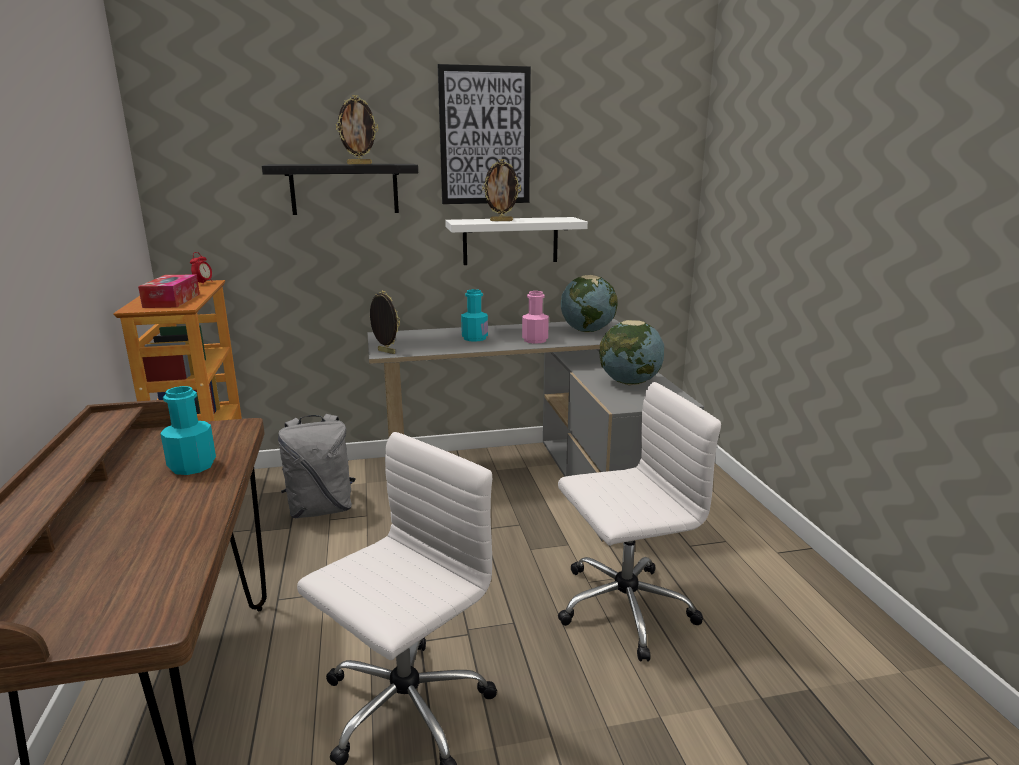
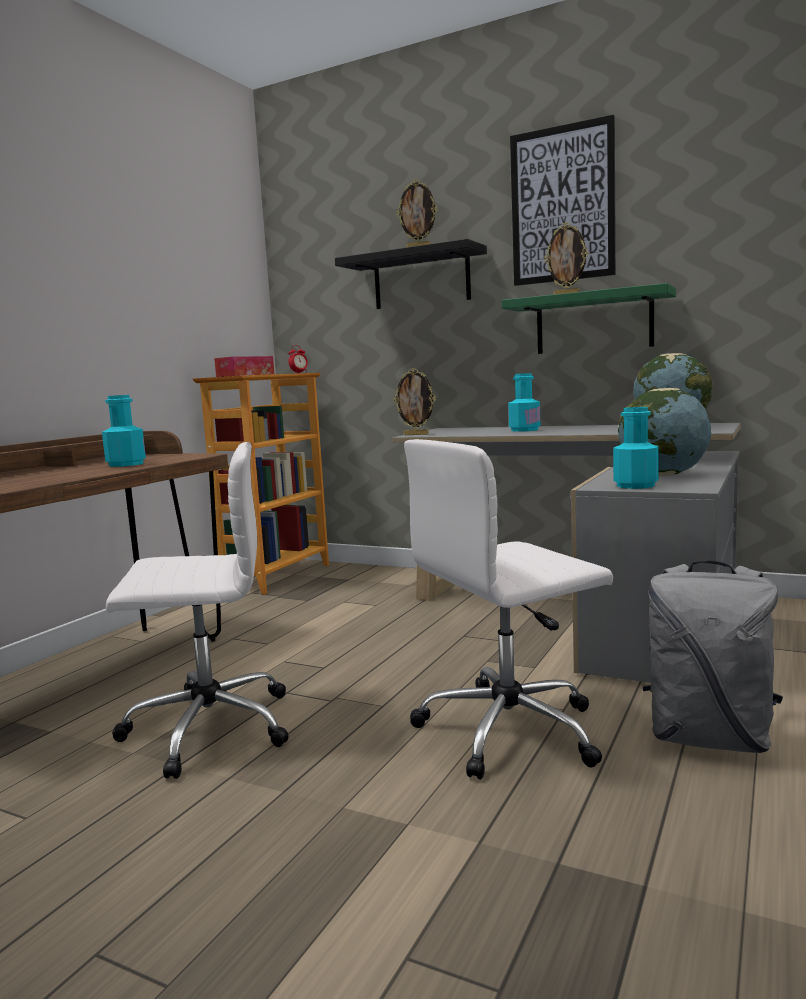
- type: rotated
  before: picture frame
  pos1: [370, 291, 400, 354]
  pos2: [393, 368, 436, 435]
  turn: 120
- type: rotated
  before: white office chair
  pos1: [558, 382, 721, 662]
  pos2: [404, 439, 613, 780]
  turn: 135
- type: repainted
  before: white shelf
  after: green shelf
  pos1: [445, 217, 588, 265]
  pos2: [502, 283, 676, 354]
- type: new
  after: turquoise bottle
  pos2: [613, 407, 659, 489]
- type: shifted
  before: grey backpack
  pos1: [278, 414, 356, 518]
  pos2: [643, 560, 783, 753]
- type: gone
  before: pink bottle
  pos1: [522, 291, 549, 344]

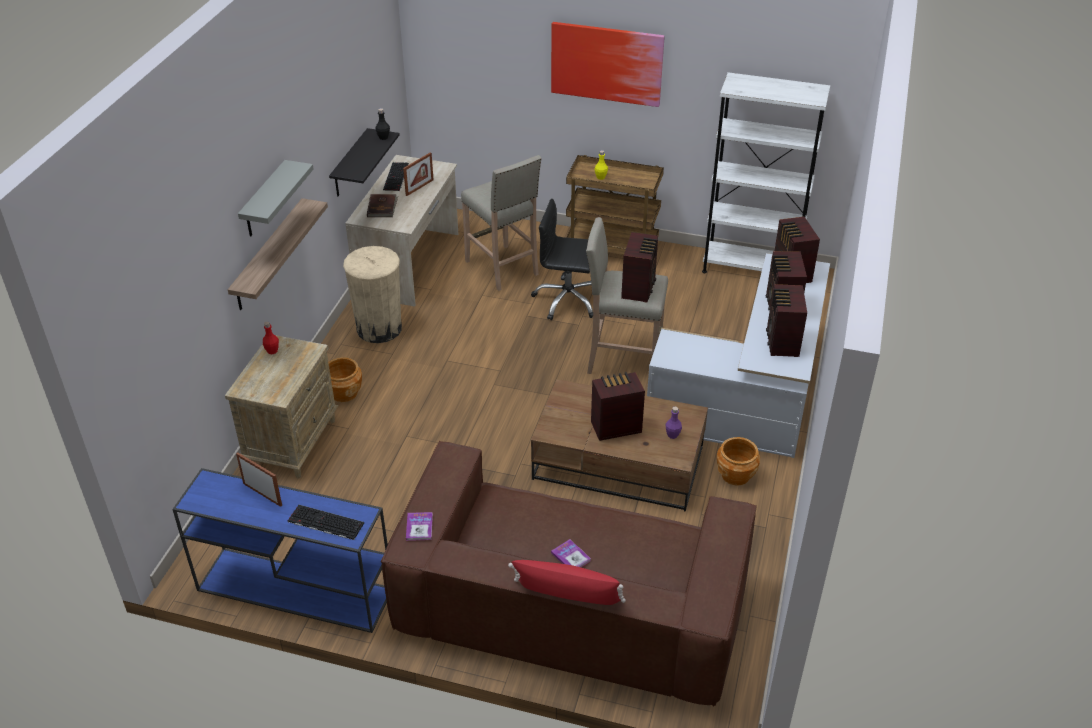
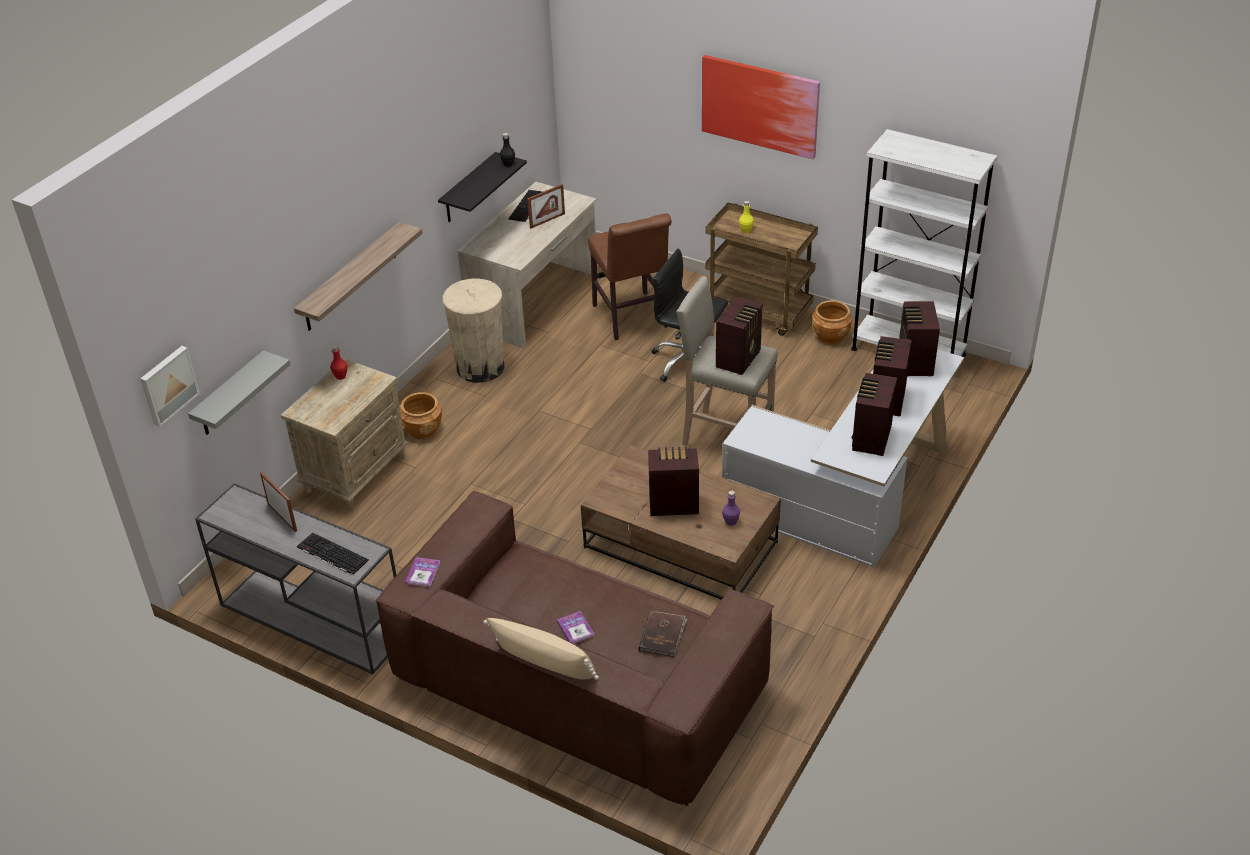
- type: new
  after: picture
  pos2: [140, 346, 200, 427]
- type: shifted
  before: grey shelf
  pos1: [238, 160, 314, 237]
  pos2: [188, 350, 290, 435]
- type: repainted
  before: blue console table
  after: grey console table
  pos1: [172, 468, 388, 633]
  pos2: [195, 483, 396, 674]
- type: repainted
  before: red pillow
  after: beige pillow
  pos1: [508, 560, 626, 605]
  pos2: [484, 618, 599, 680]
- type: swapped
  before: beige stool
  after: brown chair
  pos1: [461, 155, 542, 291]
  pos2: [588, 214, 671, 340]
- type: shifted
  before: brown book
  pos1: [367, 194, 398, 217]
  pos2: [639, 611, 687, 657]
- type: shifted
  before: brown planter
  pos1: [717, 437, 760, 486]
  pos2: [812, 300, 852, 345]

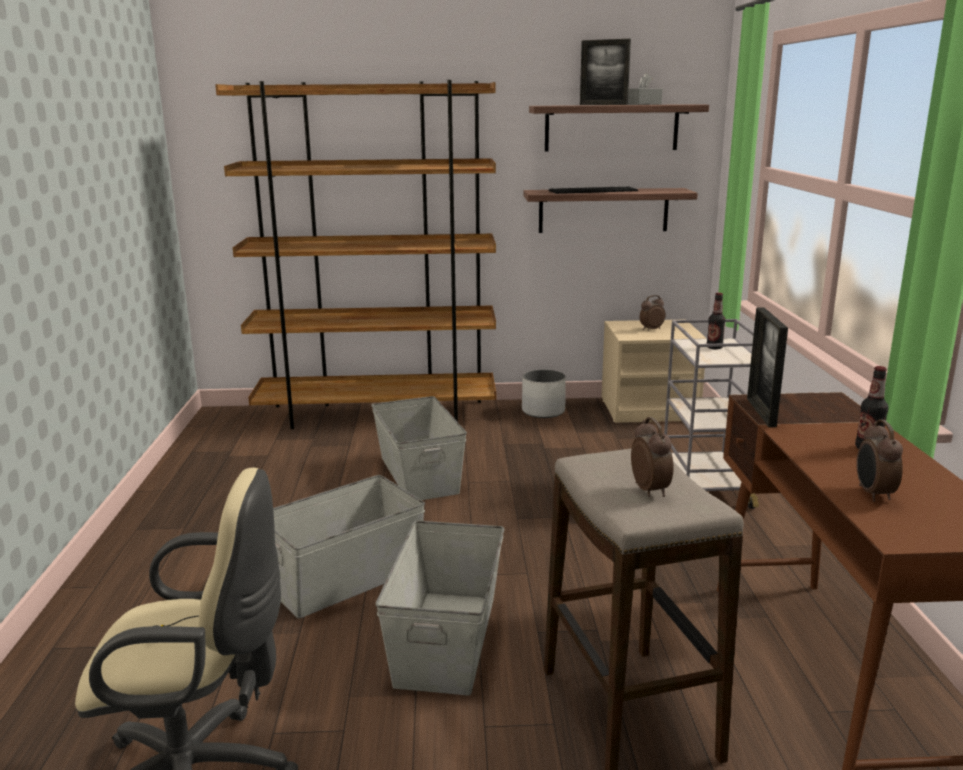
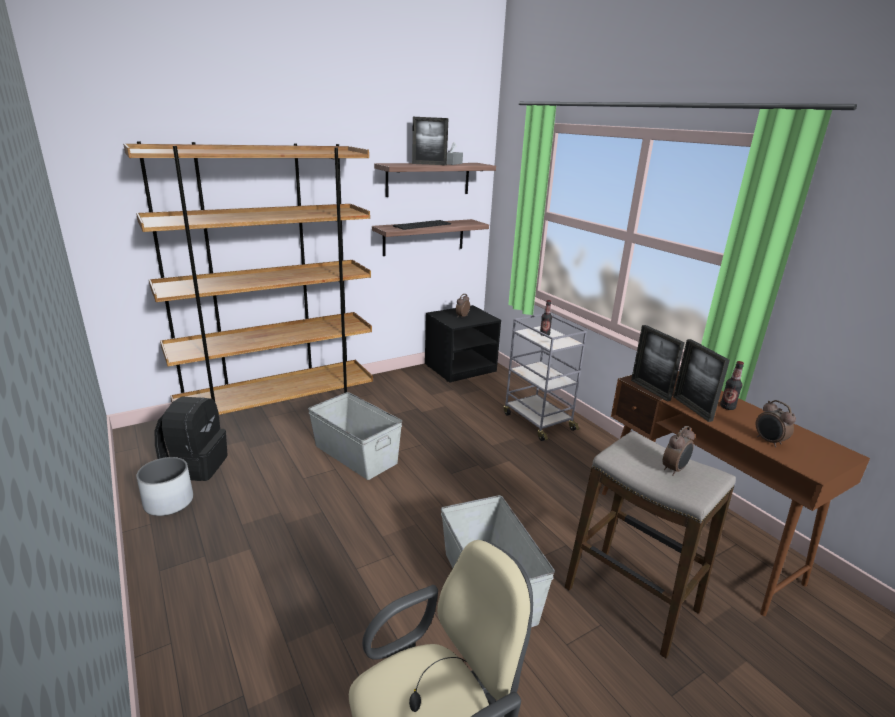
- type: shifted
  before: white planter
  pos1: [522, 369, 566, 418]
  pos2: [136, 457, 193, 516]
- type: new
  after: black backpack
  pos2: [154, 396, 228, 481]
- type: repainted
  before: beige nightstand
  after: black nightstand
  pos1: [602, 319, 707, 423]
  pos2: [425, 305, 501, 383]
- type: rotated
  before: alarm clock
  pos1: [631, 417, 674, 497]
  pos2: [663, 426, 695, 476]
  turn: 90
- type: new
  after: picture frame
  pos2: [673, 339, 730, 422]
- type: gone
  before: grey storage box
  pos1: [273, 475, 425, 618]

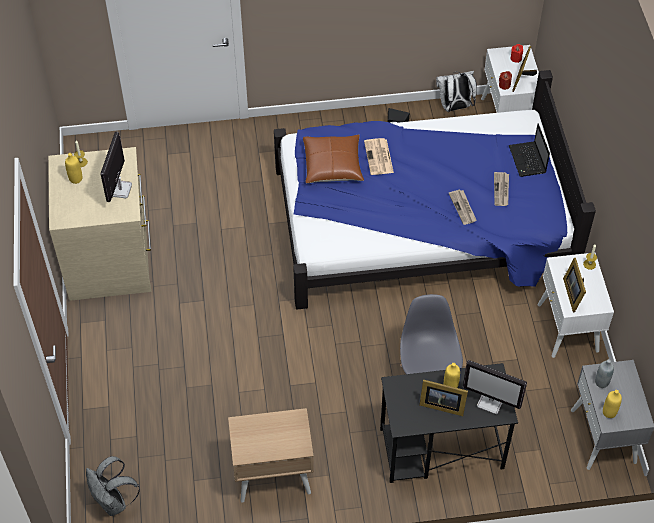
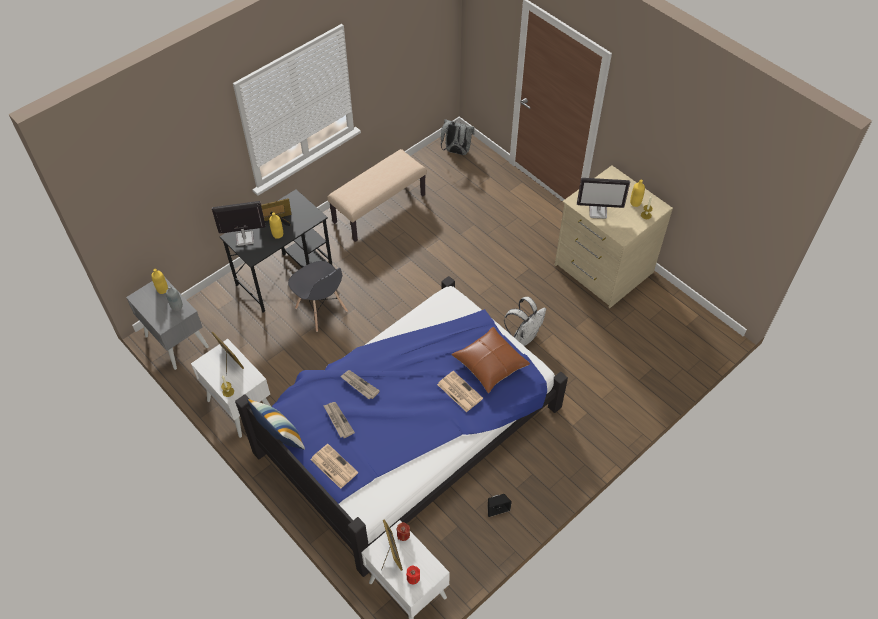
- type: new
  after: pillow
  pos2: [247, 399, 305, 450]
- type: swapped
  before: laptop
  after: newspaper
  pos1: [509, 123, 550, 177]
  pos2: [311, 444, 358, 489]
- type: swapped
  before: beige nightstand
  after: beige bench
  pos1: [228, 408, 314, 503]
  pos2: [327, 149, 427, 242]
- type: shifted
  before: white backpack
  pos1: [436, 71, 477, 112]
  pos2: [504, 297, 546, 346]
- type: rotated
  before: monitor
  pos1: [100, 132, 132, 202]
  pos2: [577, 178, 630, 219]
  turn: 120

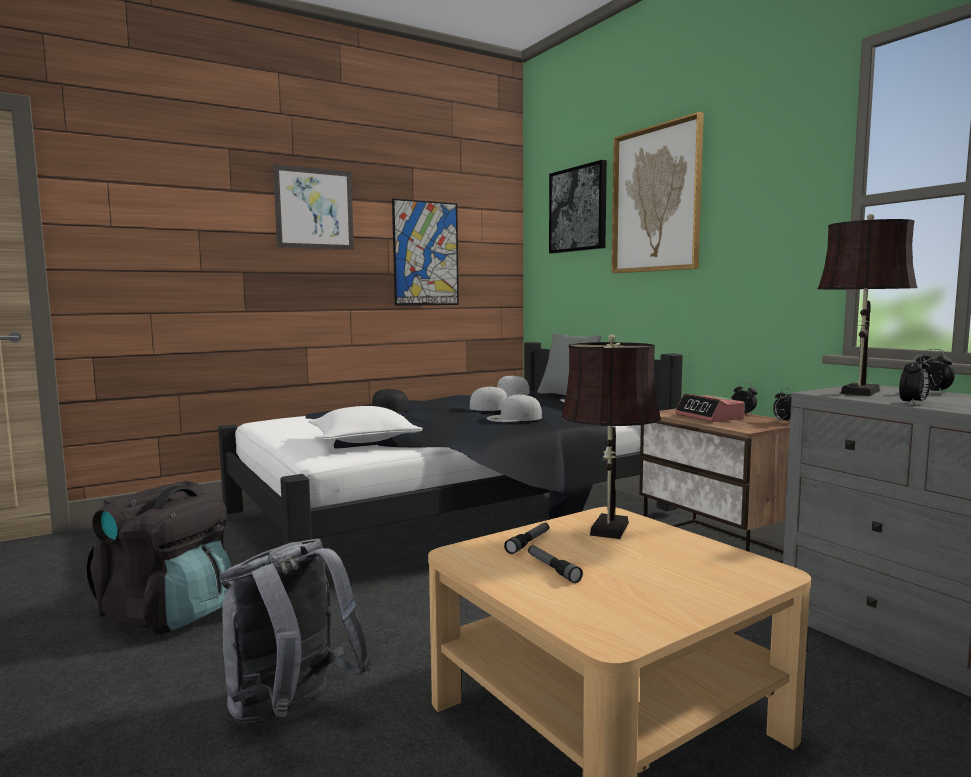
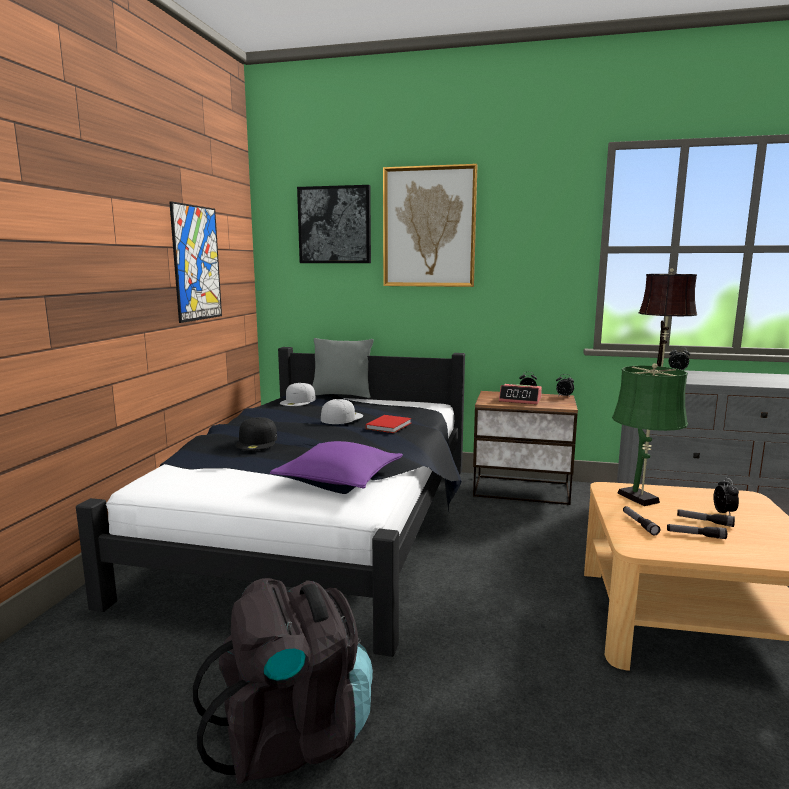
- type: repainted
  before: white pillow
  after: purple pillow
  pos1: [308, 406, 423, 443]
  pos2: [270, 441, 403, 489]
- type: swapped
  before: white cap
  after: red book
  pos1: [487, 394, 542, 422]
  pos2: [366, 415, 411, 433]
- type: repainted
  before: brown table lamp
  after: green table lamp
  pos1: [561, 334, 661, 539]
  pos2: [612, 363, 688, 506]
- type: new
  after: flashlight
  pos2: [677, 509, 735, 527]
- type: shifted
  before: alarm clock
  pos1: [899, 355, 930, 405]
  pos2: [713, 477, 739, 515]
- type: gone
  before: grey backpack
  pos1: [219, 539, 372, 726]
- type: gone
  before: picture
  pos1: [273, 164, 354, 250]

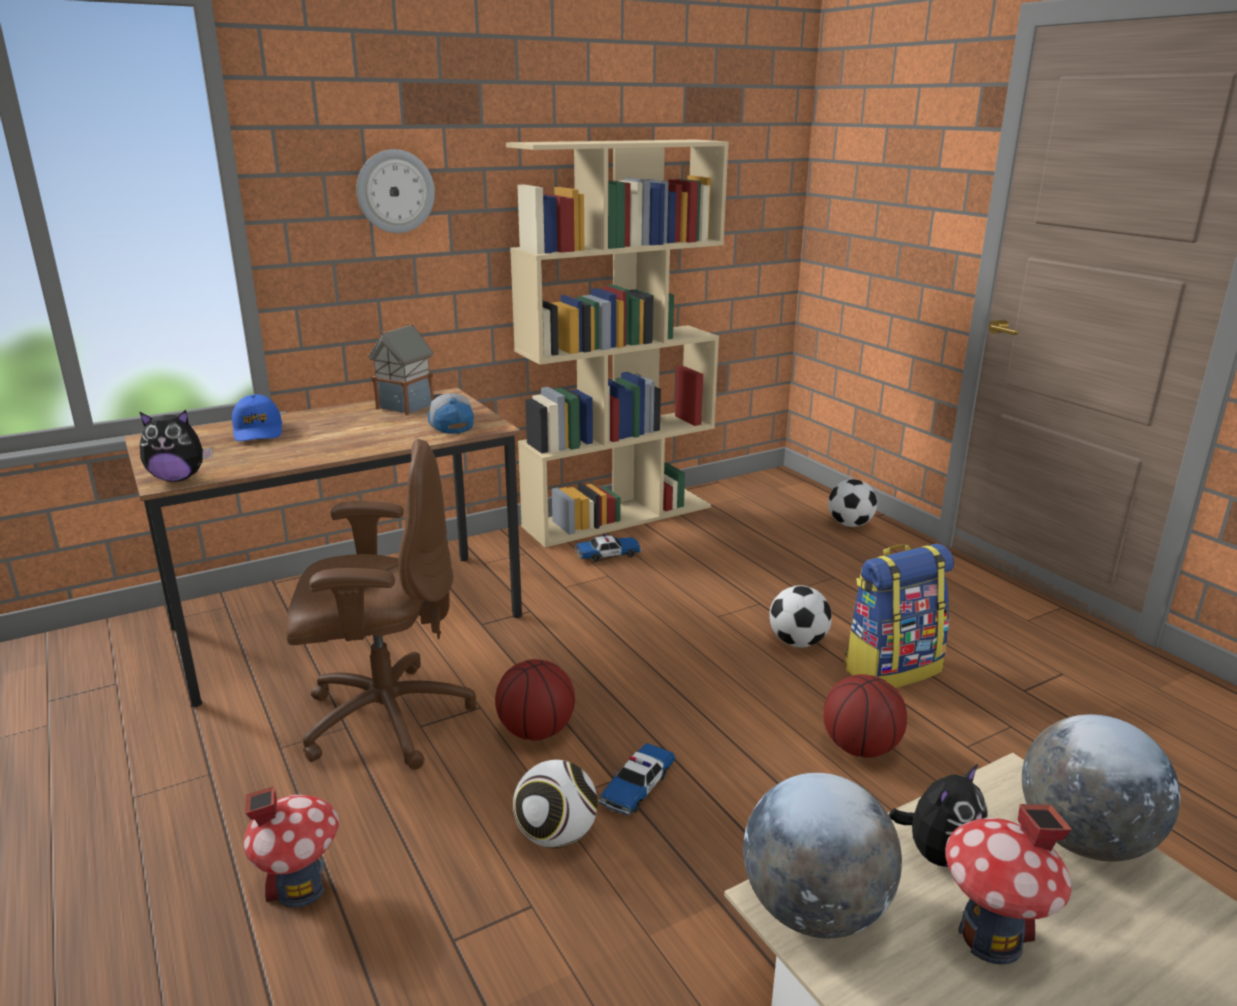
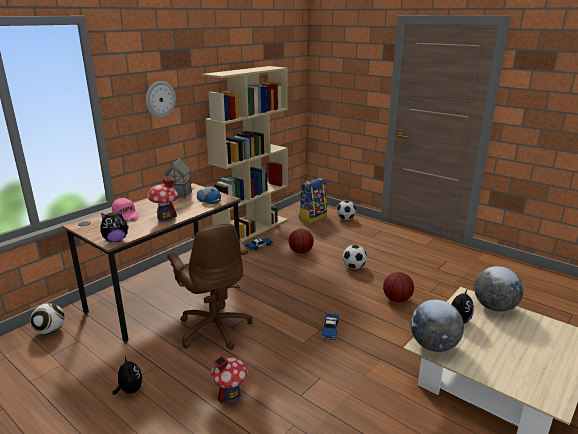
- type: shifted
  before: football
  pos1: [513, 760, 598, 848]
  pos2: [30, 303, 65, 334]
- type: repainted
  before: blue cap
  after: pink cap
  pos1: [232, 395, 282, 441]
  pos2: [112, 198, 139, 220]
- type: new
  after: plush toy
  pos2: [112, 356, 143, 395]
- type: shifted
  before: toy house
  pos1: [945, 804, 1072, 965]
  pos2: [147, 178, 178, 221]
- type: rotated
  before: brown office chair
  pos1: [286, 439, 476, 770]
  pos2: [167, 224, 253, 350]
  turn: 90
- type: shifted
  before: basketball
  pos1: [495, 659, 575, 741]
  pos2: [289, 229, 314, 254]
- type: shifted
  before: backpack
  pos1: [844, 544, 954, 688]
  pos2: [299, 178, 327, 224]

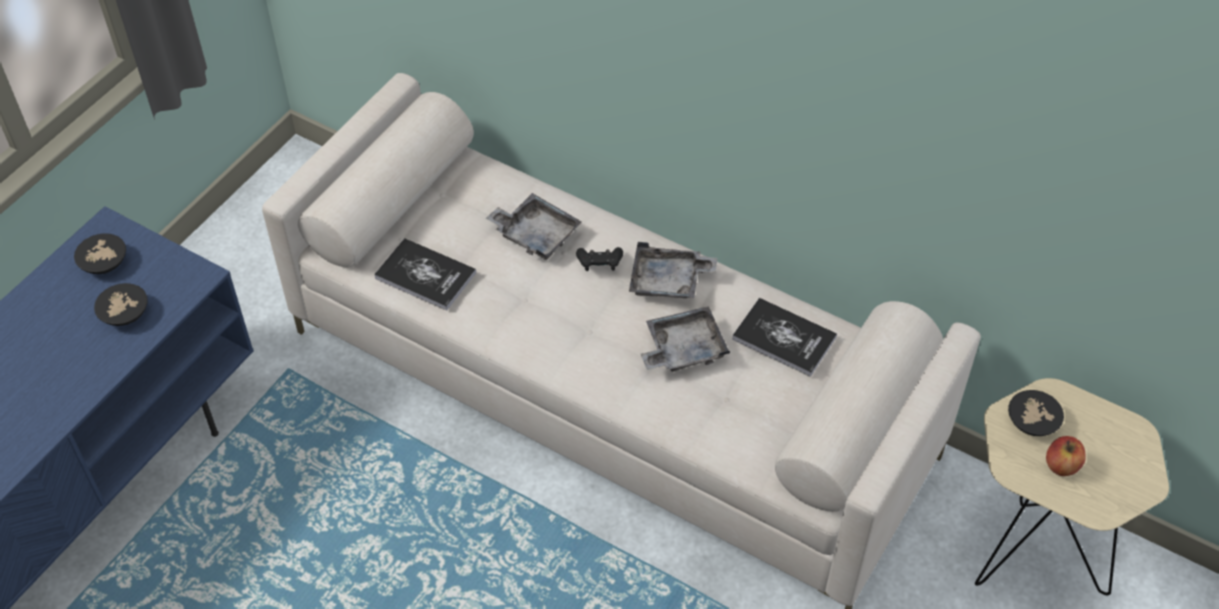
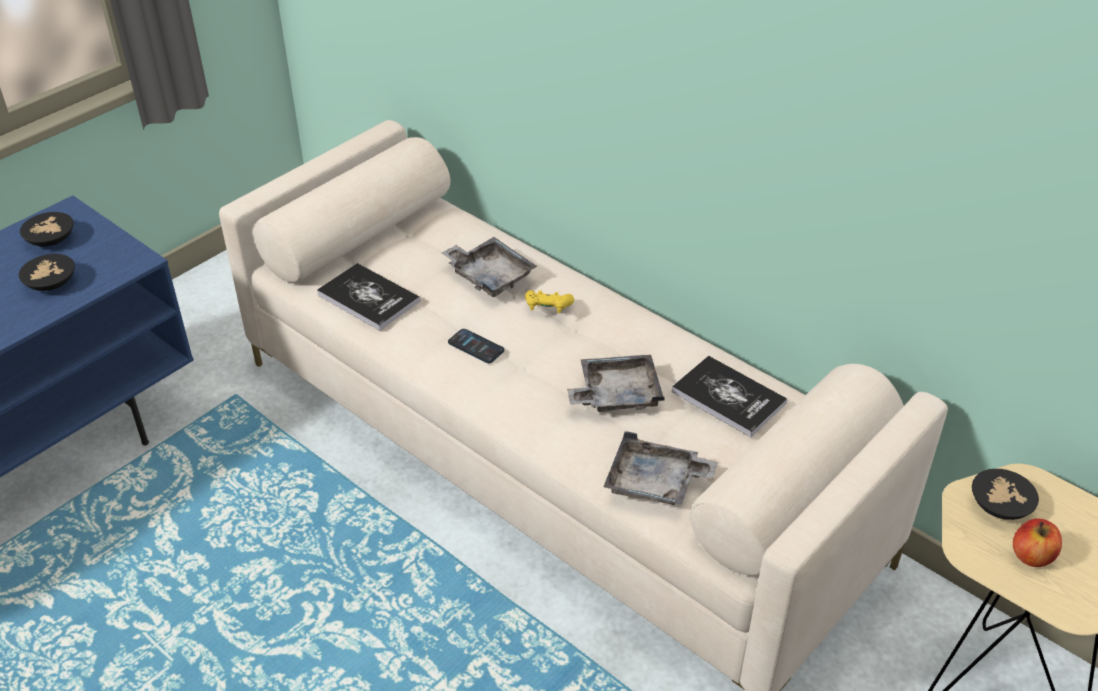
- type: new
  after: phone
  pos2: [448, 329, 504, 363]
- type: repainted
  before: black game controller
  after: yellow game controller
  pos1: [576, 247, 623, 271]
  pos2: [525, 290, 574, 313]
- type: shifted
  before: grey tray
  pos1: [629, 242, 717, 298]
  pos2: [603, 431, 718, 505]

